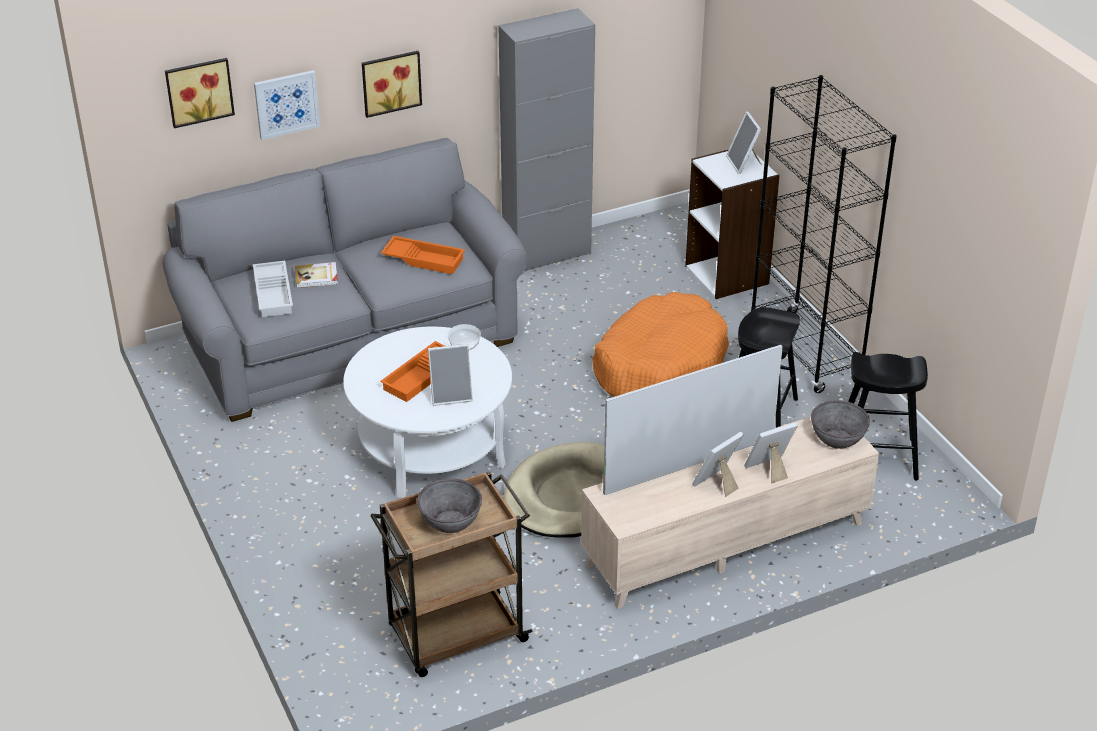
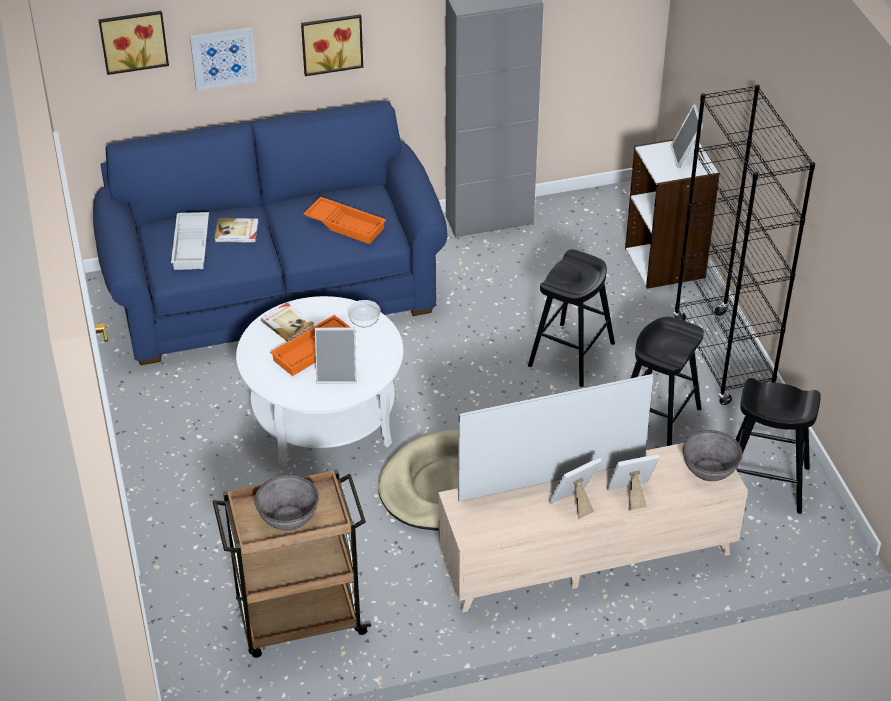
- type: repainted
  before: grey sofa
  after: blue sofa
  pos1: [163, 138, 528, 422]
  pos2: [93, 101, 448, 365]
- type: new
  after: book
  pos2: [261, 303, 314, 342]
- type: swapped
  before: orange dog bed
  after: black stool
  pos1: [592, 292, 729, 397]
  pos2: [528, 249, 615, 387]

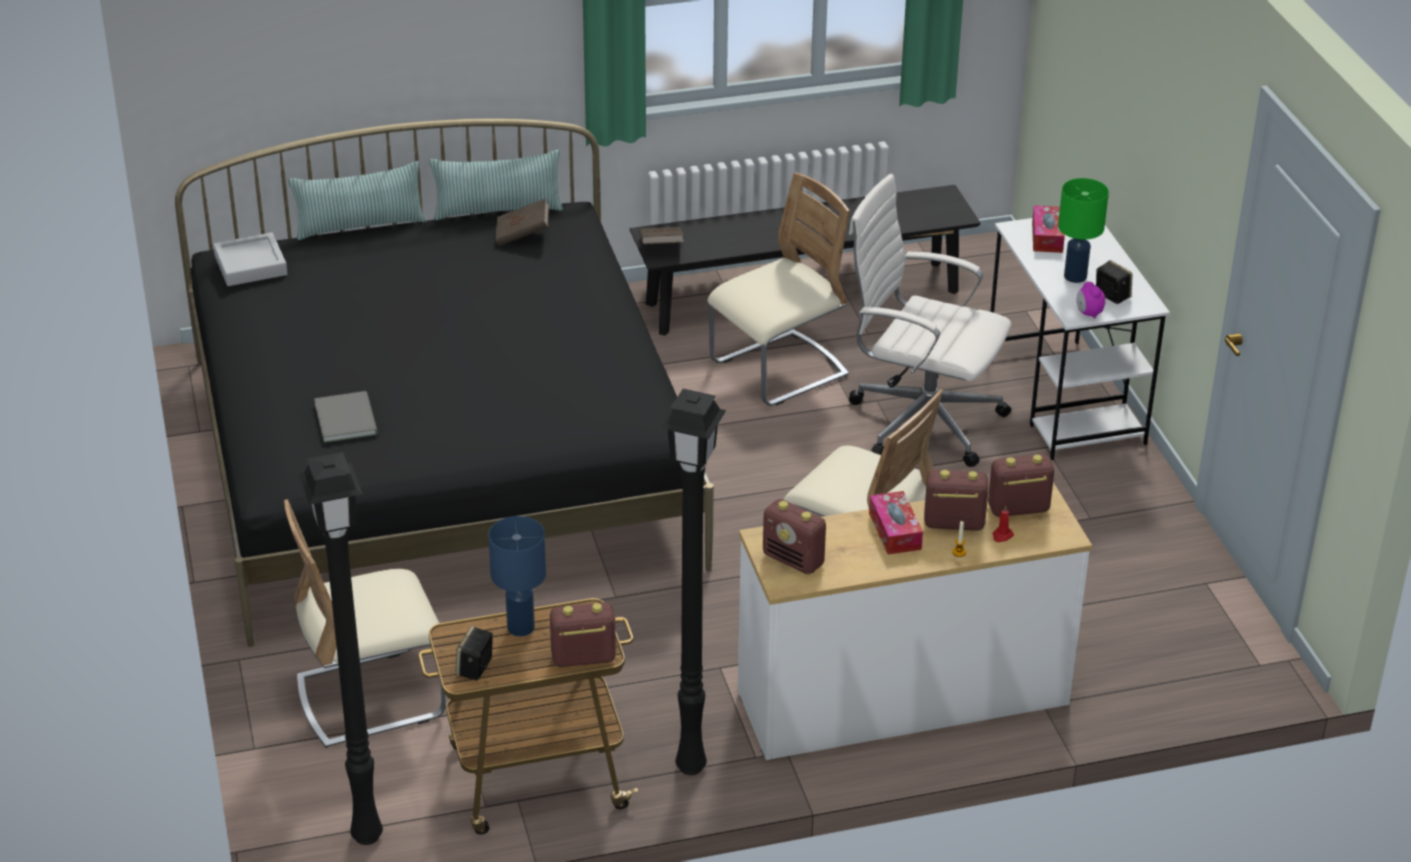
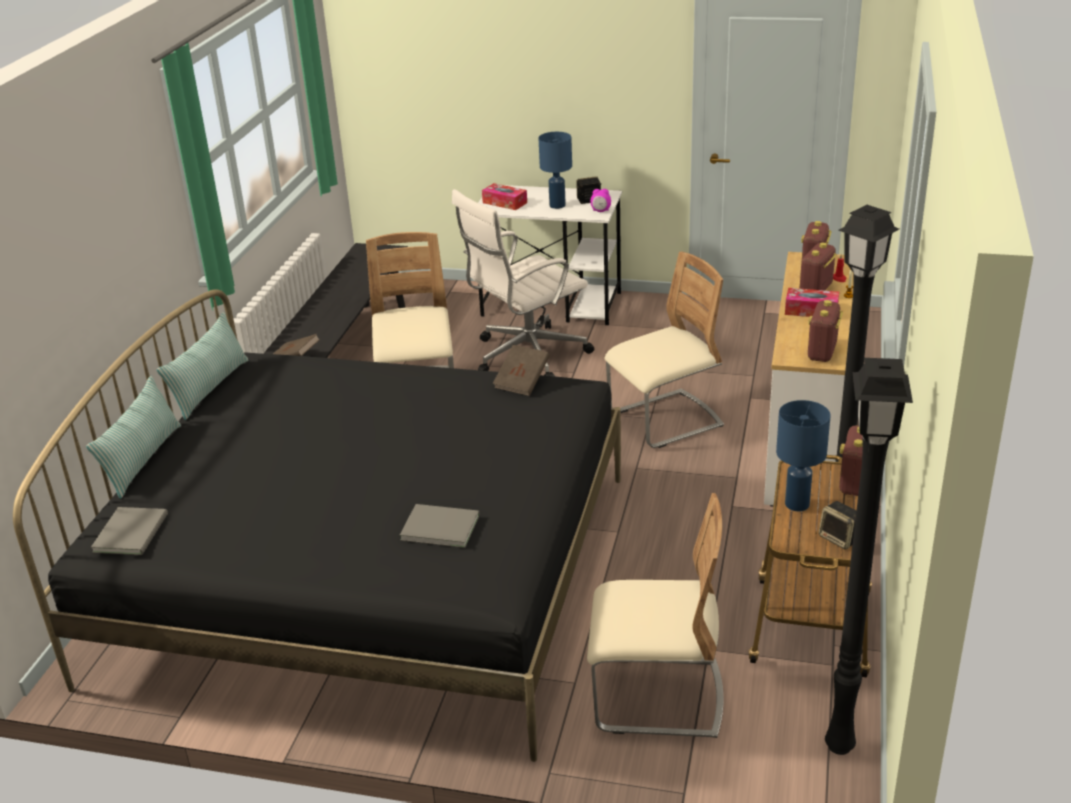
- type: swapped
  before: grey tray
  after: grey book
  pos1: [213, 232, 288, 286]
  pos2: [91, 507, 168, 555]
- type: shifted
  before: brown book
  pos1: [496, 198, 549, 246]
  pos2: [493, 345, 550, 396]
- type: repainted
  before: green table lamp
  after: blue table lamp
  pos1: [1058, 178, 1109, 283]
  pos2: [538, 132, 572, 209]
- type: rotated
  before: beige chair
  pos1: [284, 499, 446, 748]
  pos2: [587, 493, 723, 738]
  turn: -90
- type: rotated
  before: radio
  pos1: [763, 499, 826, 575]
  pos2: [808, 300, 843, 362]
  turn: 135

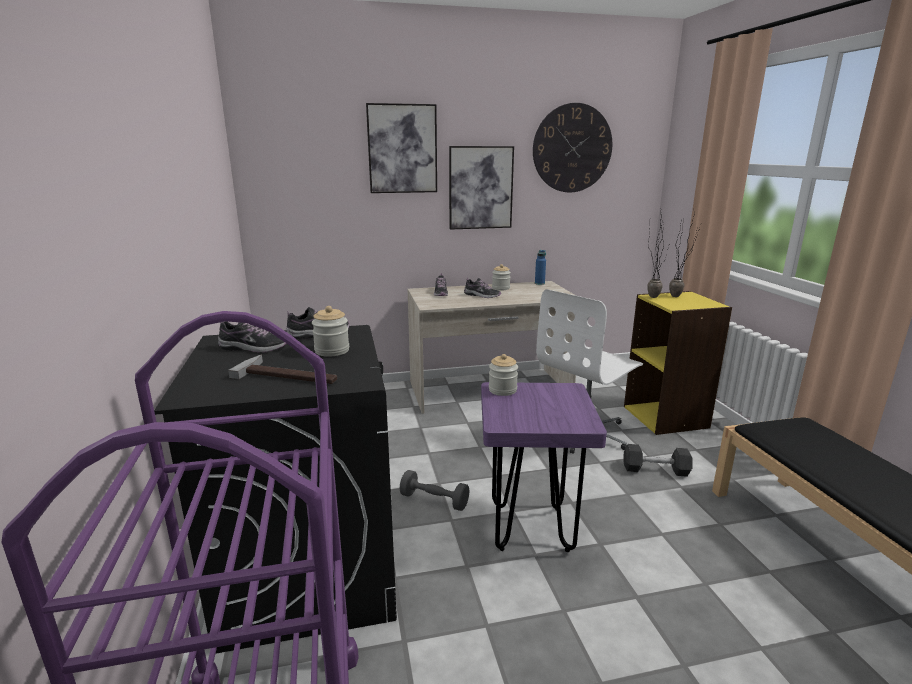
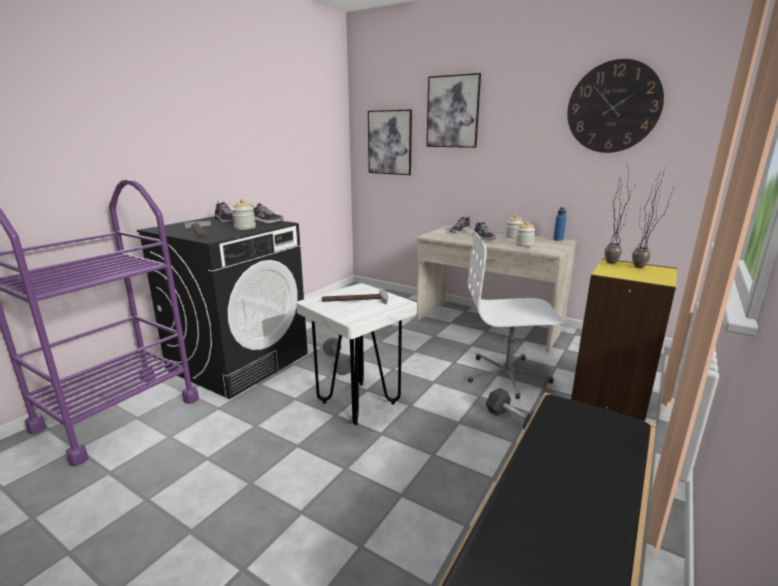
- type: repainted
  before: purple stool
  after: white stool
  pos1: [481, 382, 607, 552]
  pos2: [296, 283, 417, 425]
- type: new
  after: hammer
  pos2: [322, 290, 388, 305]
- type: shifted
  before: picture
  pos1: [449, 146, 514, 230]
  pos2: [368, 110, 412, 175]
- type: shifted
  before: jar
  pos1: [489, 354, 518, 396]
  pos2: [516, 221, 535, 247]

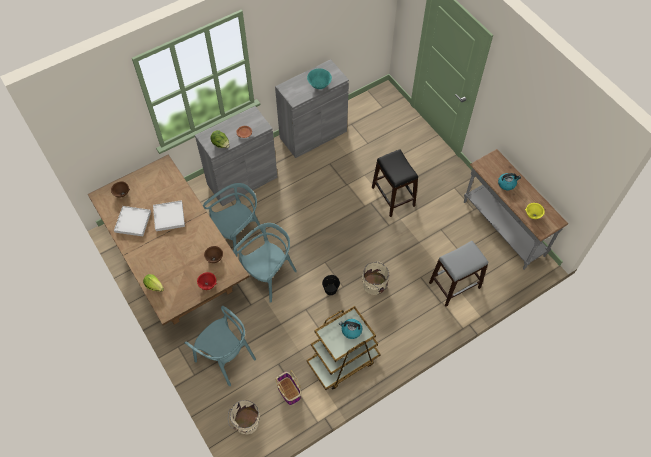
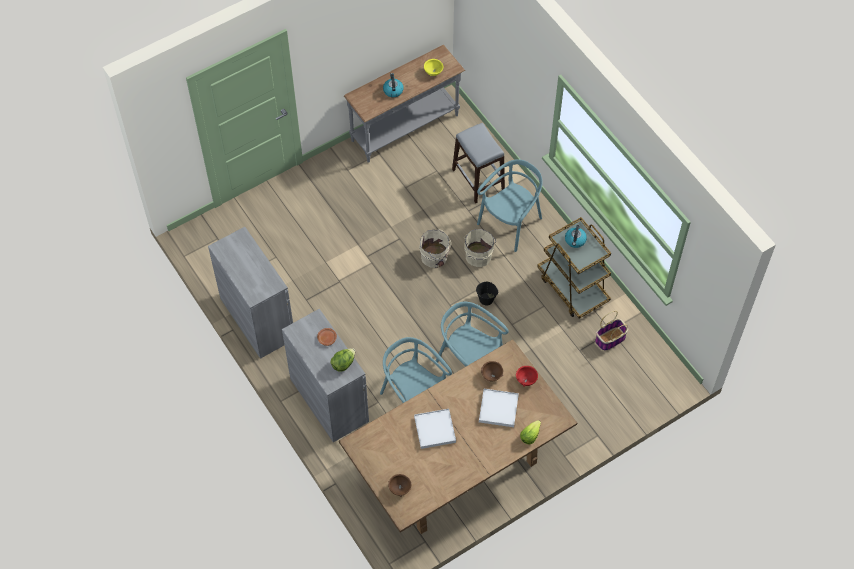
- type: shifted
  before: beige bucket
  pos1: [228, 400, 260, 434]
  pos2: [419, 229, 451, 268]
- type: shifted
  before: turquoise chair
  pos1: [184, 306, 256, 386]
  pos2: [477, 159, 542, 252]
- type: shifted
  before: white tray
  pos1: [114, 206, 151, 236]
  pos2: [479, 389, 519, 427]
- type: gone
  before: turquoise bowl
  pos1: [307, 68, 332, 89]
- type: gone
  before: black stool
  pos1: [372, 150, 418, 217]

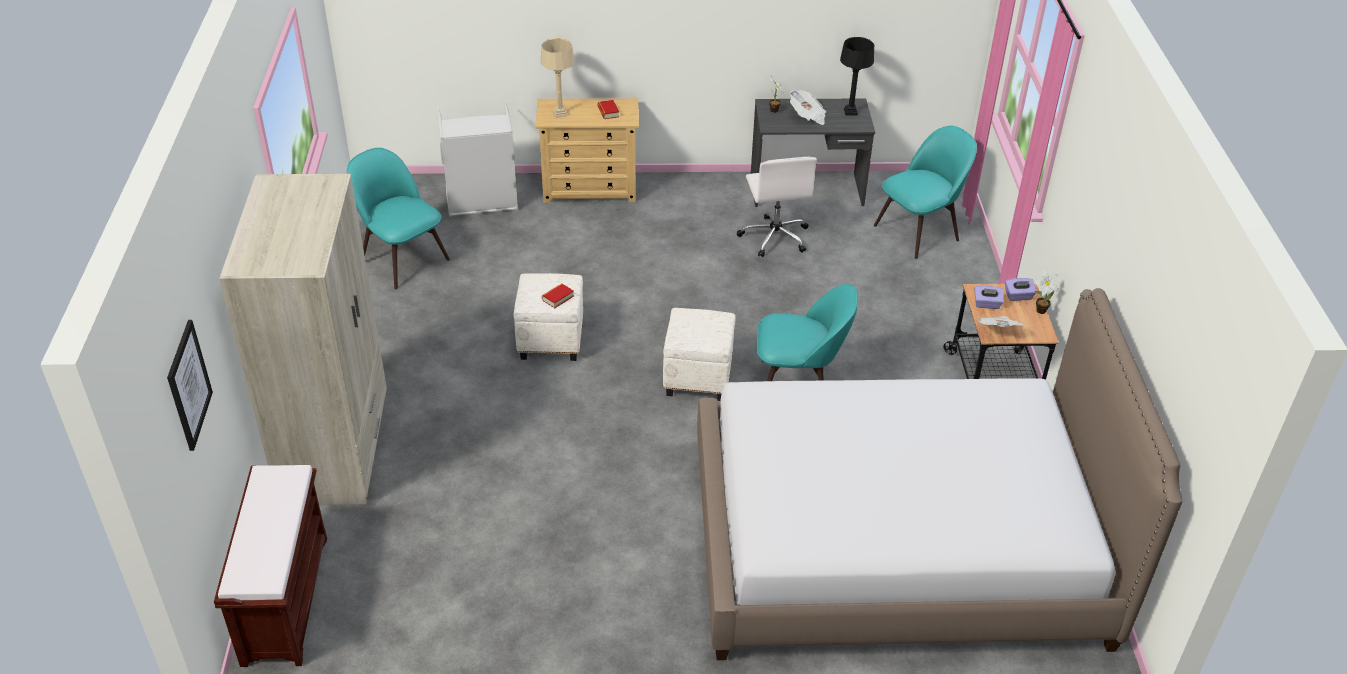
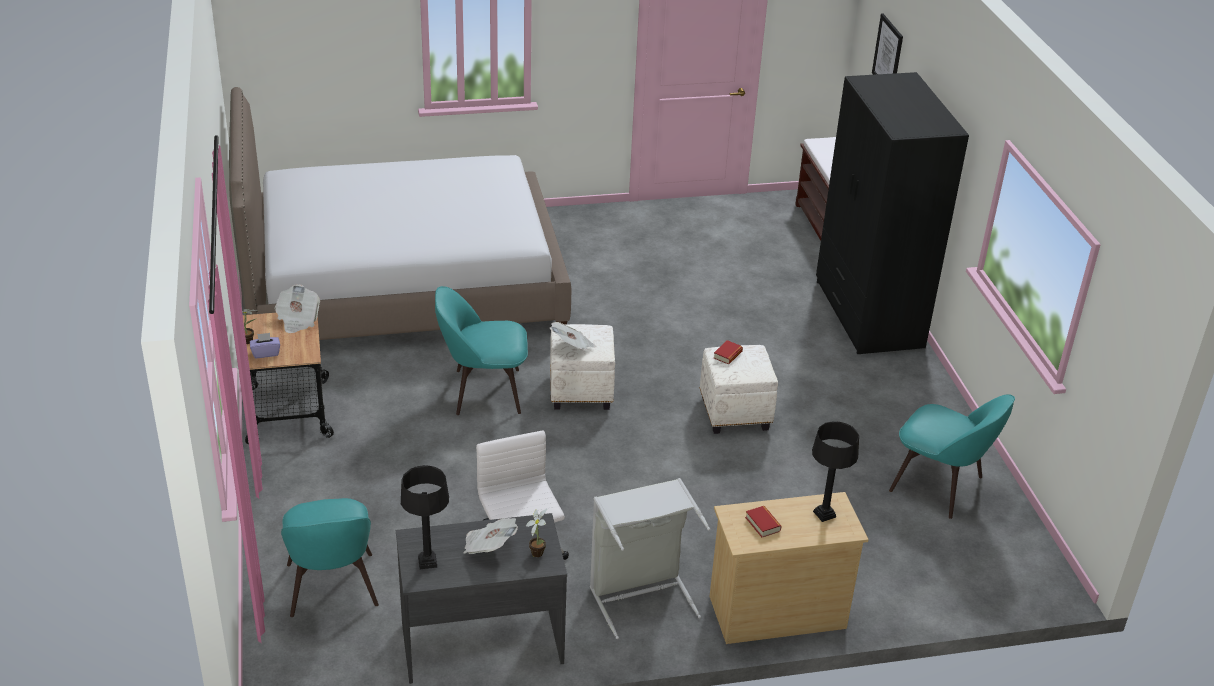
- type: rotated
  before: turquoise chair
  pos1: [874, 126, 977, 259]
  pos2: [281, 498, 379, 617]
  turn: -60
- type: new
  after: newspaper
  pos2: [550, 322, 596, 350]
- type: shifted
  before: grey laundry basket
  pos1: [437, 101, 518, 217]
  pos2: [590, 478, 710, 639]
- type: repainted
  before: beige table lamp
  after: black table lamp
  pos1: [541, 38, 575, 118]
  pos2: [812, 421, 859, 522]
- type: repainted
  before: beige wardrobe
  after: black wardrobe
  pos1: [219, 174, 387, 505]
  pos2: [816, 72, 969, 354]
- type: gone
  before: purple tissue box
  pos1: [974, 286, 1004, 309]

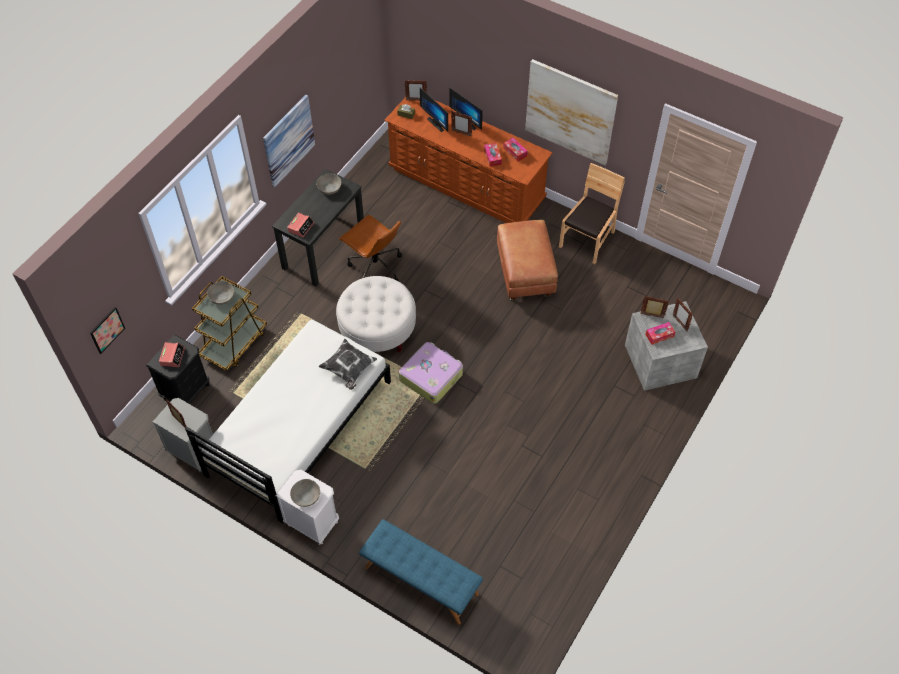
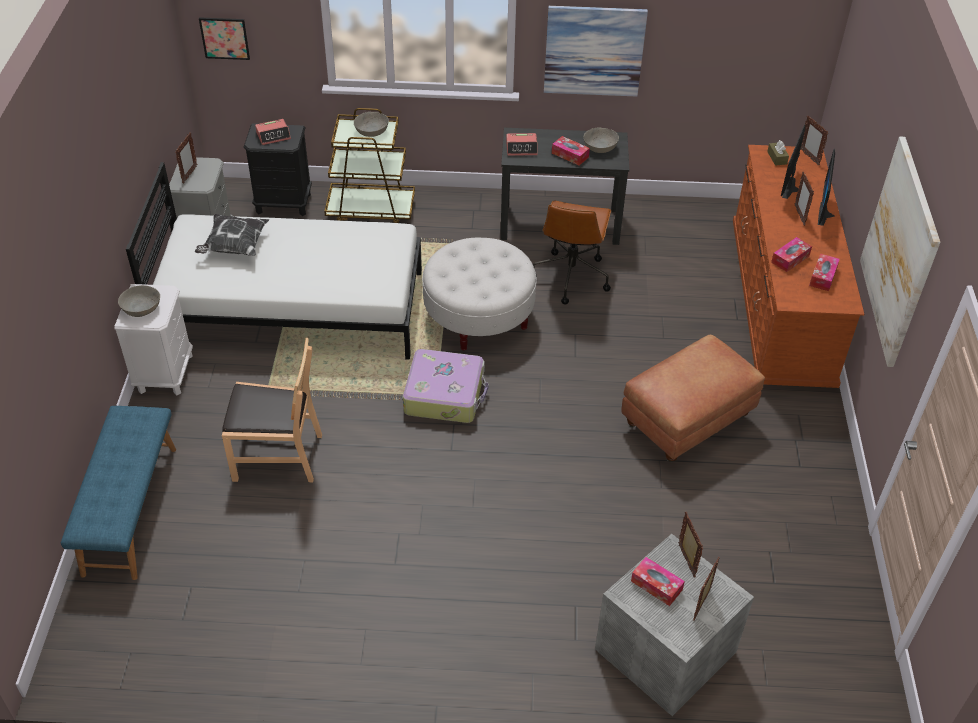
- type: shifted
  before: pillow
  pos1: [318, 339, 377, 390]
  pos2: [195, 214, 269, 256]
- type: shifted
  before: brown chair
  pos1: [559, 163, 625, 264]
  pos2: [222, 338, 322, 482]
- type: new
  after: tissue box
  pos2: [552, 136, 590, 166]

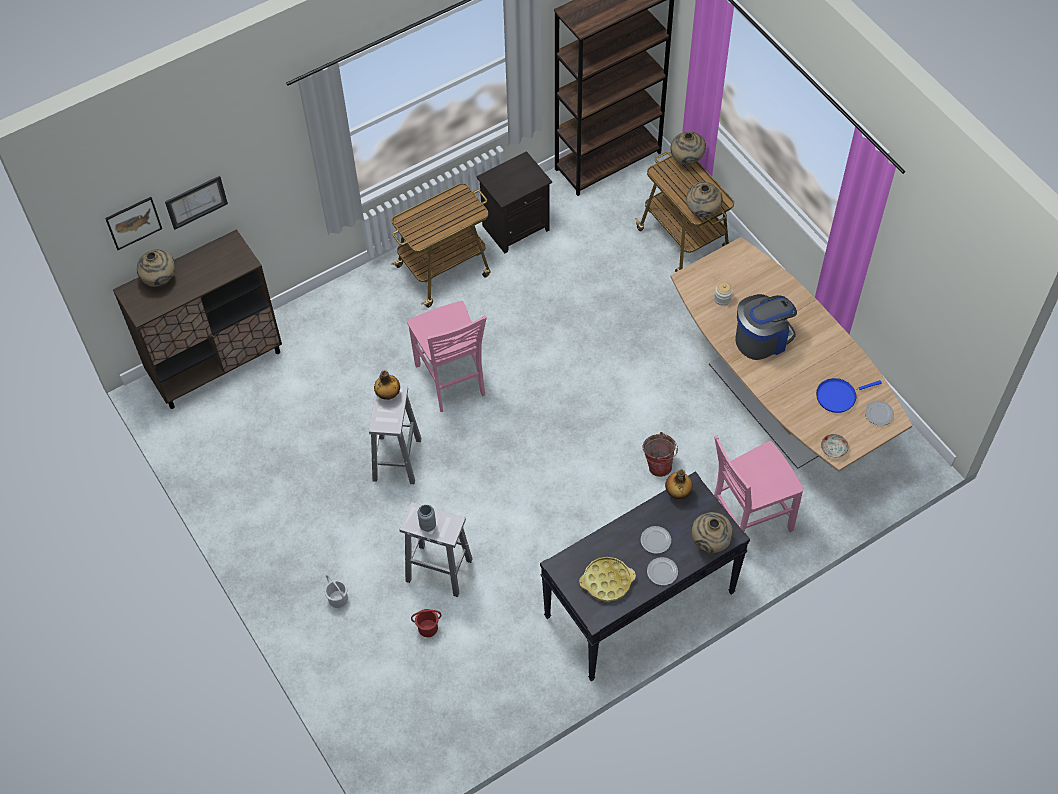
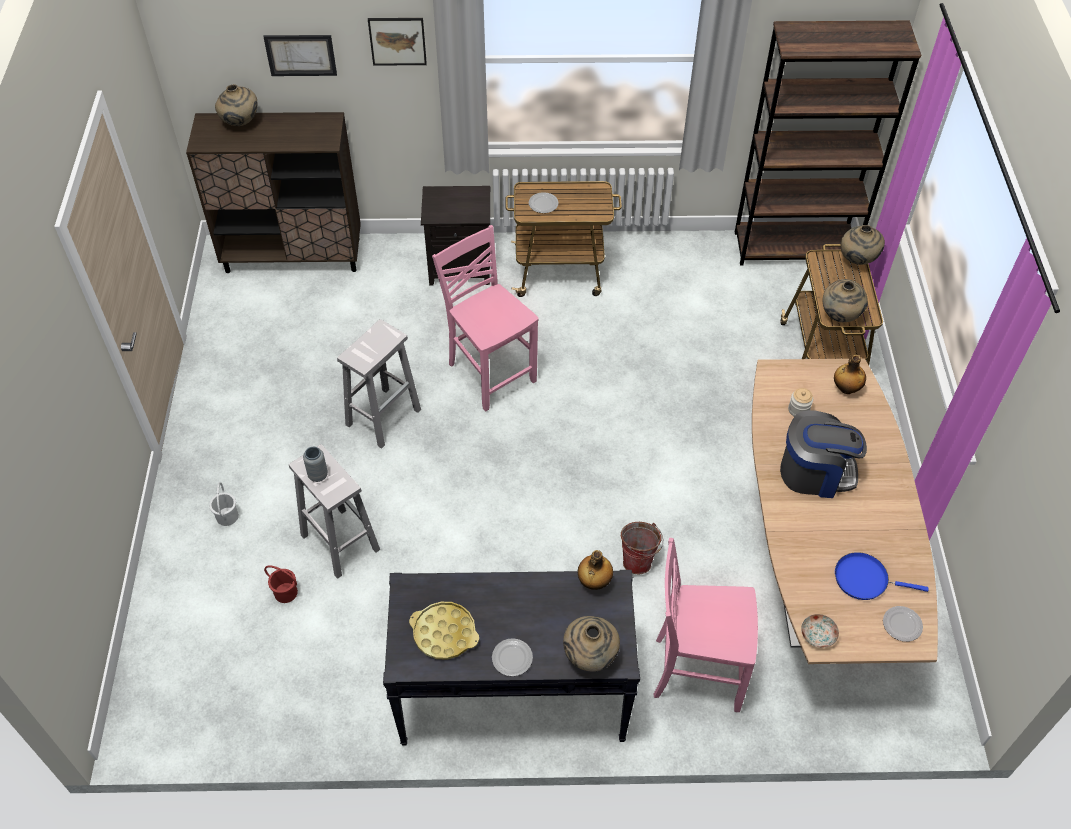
- type: shifted
  before: picture
  pos1: [105, 197, 162, 250]
  pos2: [368, 18, 427, 66]
- type: shifted
  before: black nightstand
  pos1: [476, 151, 552, 253]
  pos2: [421, 186, 490, 285]
- type: rotated
  before: pink chair
  pos1: [407, 301, 487, 412]
  pos2: [432, 225, 539, 411]
  turn: 135
- type: shifted
  before: plate
  pos1: [641, 526, 671, 554]
  pos2: [529, 192, 559, 213]
- type: shifted
  before: bottle
  pos1: [374, 370, 400, 400]
  pos2: [834, 355, 866, 394]

